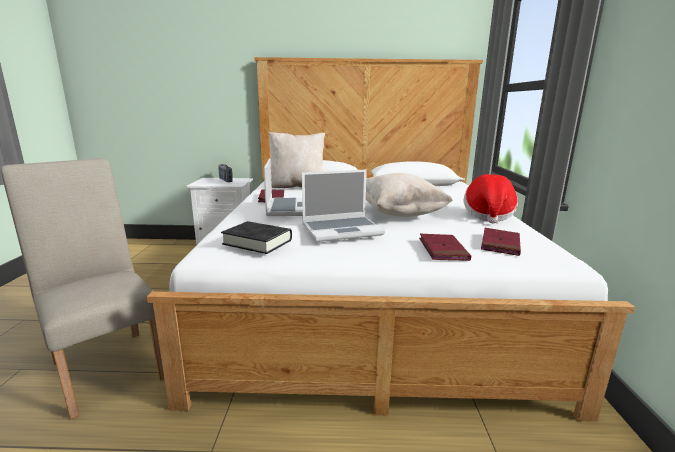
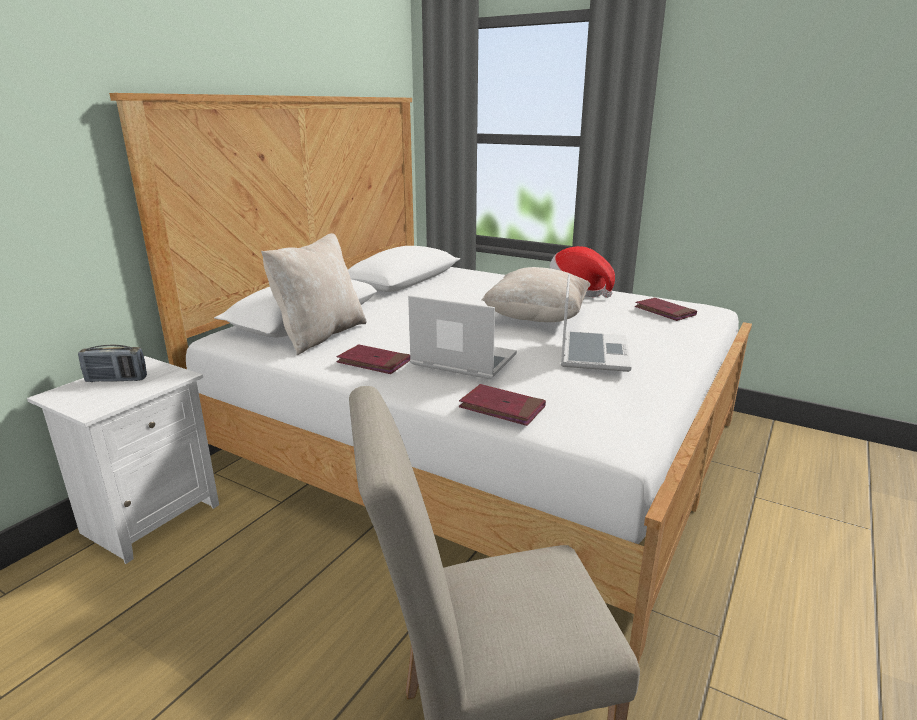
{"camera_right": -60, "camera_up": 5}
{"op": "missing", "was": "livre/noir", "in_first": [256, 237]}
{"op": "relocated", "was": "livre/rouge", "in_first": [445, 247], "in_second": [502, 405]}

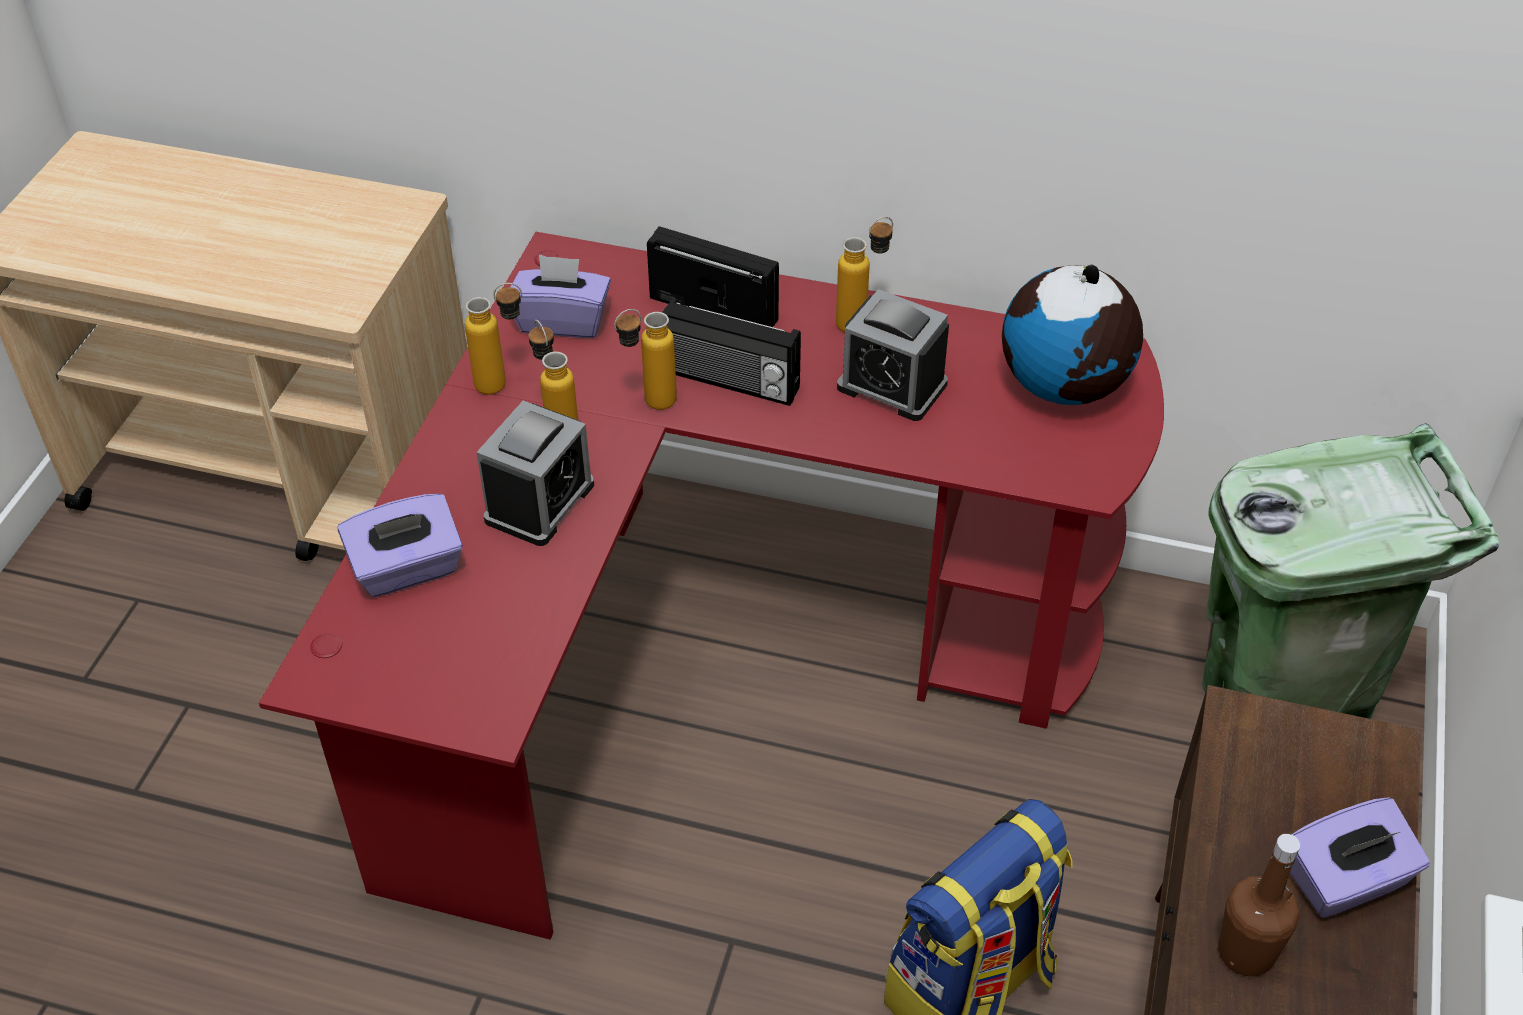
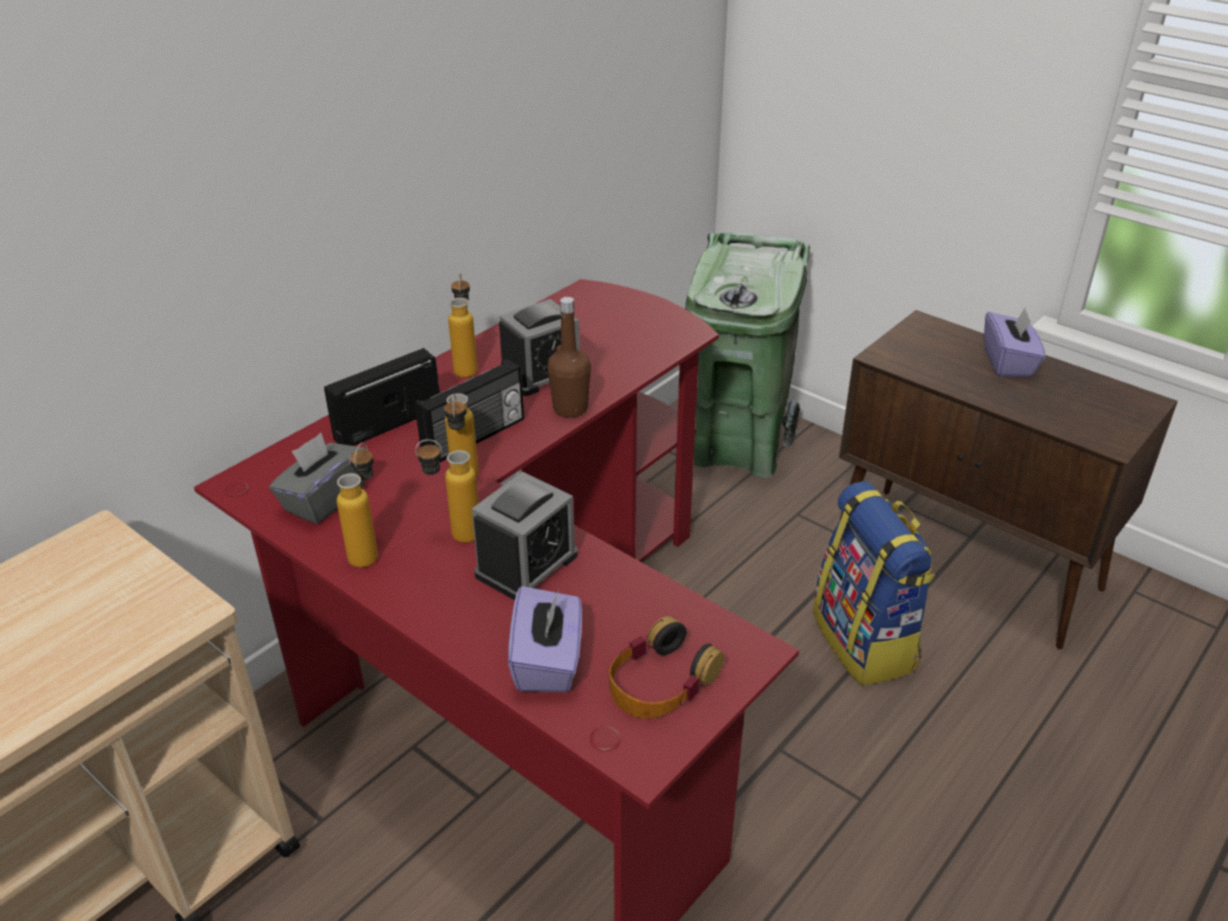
{"camera_right": -65, "camera_up": -10}
{"op": "colour", "was": "boîte à mouchoirs/violet", "now": "boîte à mouchoirs/gris", "in_first": [561, 296], "in_second": [317, 478]}
{"op": "missing", "was": "globe", "in_first": [1072, 334]}
{"op": "spun", "was": "réveil", "in_first": [535, 473], "in_second": [525, 536], "clockwise": 75}
{"op": "relocated", "was": "bouteille/marron", "in_first": [1259, 905], "in_second": [569, 357]}
{"op": "appeared", "now": "casque audio", "in_second": [666, 667]}

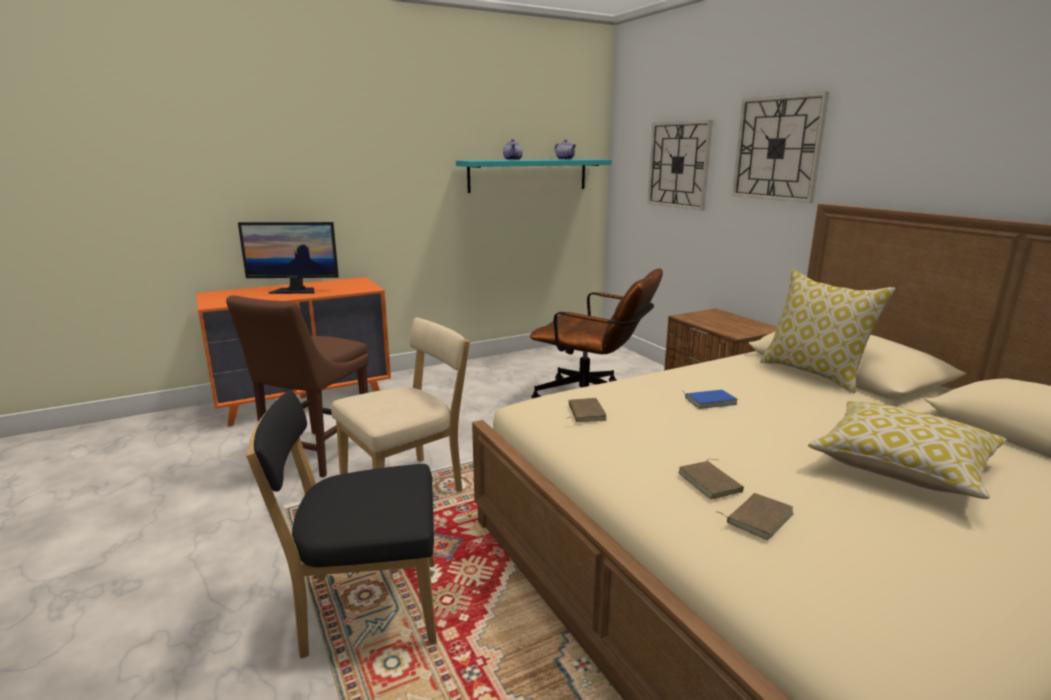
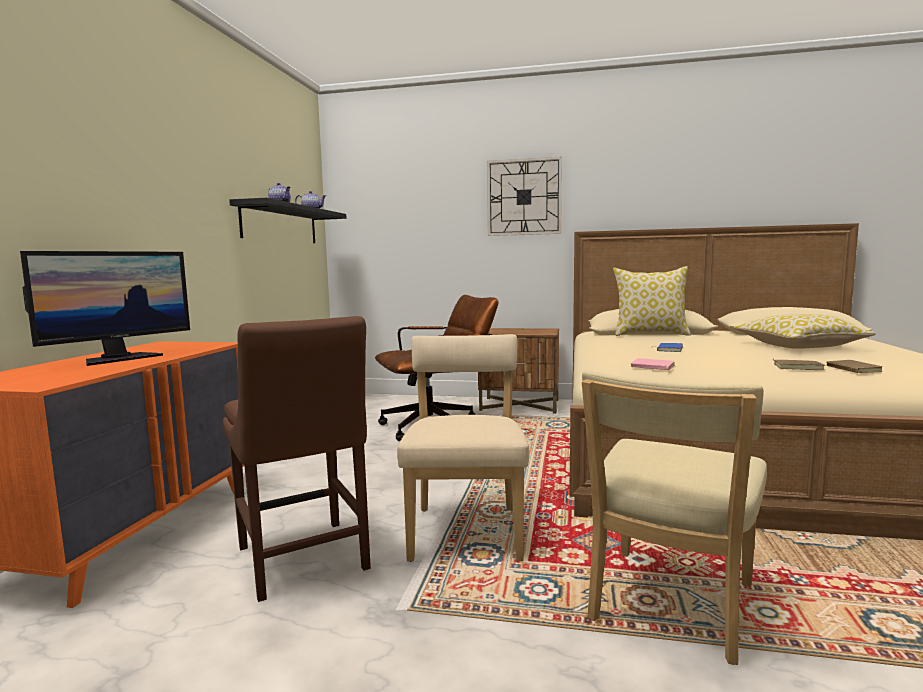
{"camera_right": -50, "camera_up": -10}
{"op": "missing", "was": "horloge murale", "in_first": [680, 165]}
{"op": "colour", "was": "étagère/turquoise", "now": "étagère/noir", "in_first": [534, 176], "in_second": [287, 220]}
{"op": "colour", "was": "chaise/noir", "now": "chaise/beige", "in_first": [341, 524], "in_second": [674, 517]}
{"op": "colour", "was": "livre/marron", "now": "livre/rose", "in_first": [586, 410], "in_second": [653, 364]}

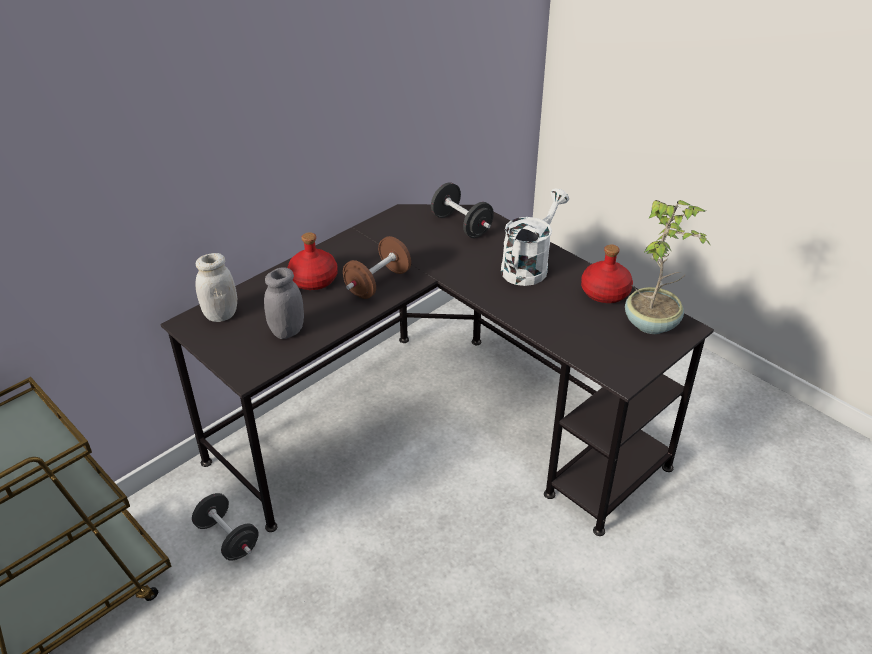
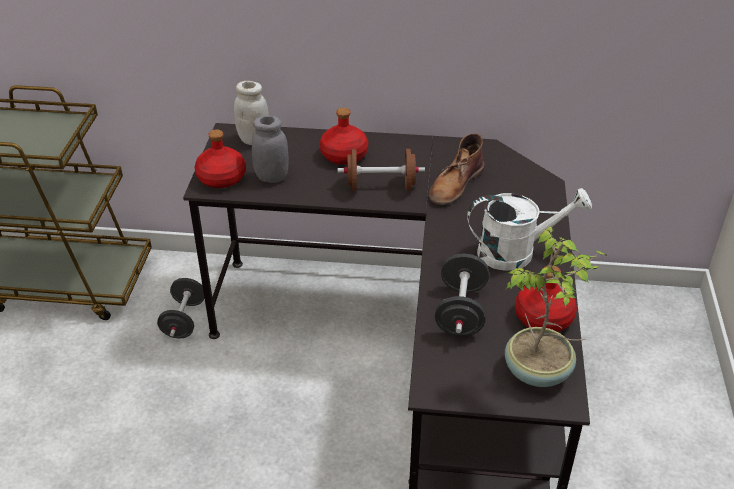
{"camera_right": 50, "camera_up": 0}
{"op": "relocated", "was": "haltère/noir", "in_first": [462, 210], "in_second": [462, 294]}
{"op": "appeared", "now": "bouteille/rouge", "in_second": [220, 158]}
{"op": "appeared", "now": "botte/marron", "in_second": [456, 169]}

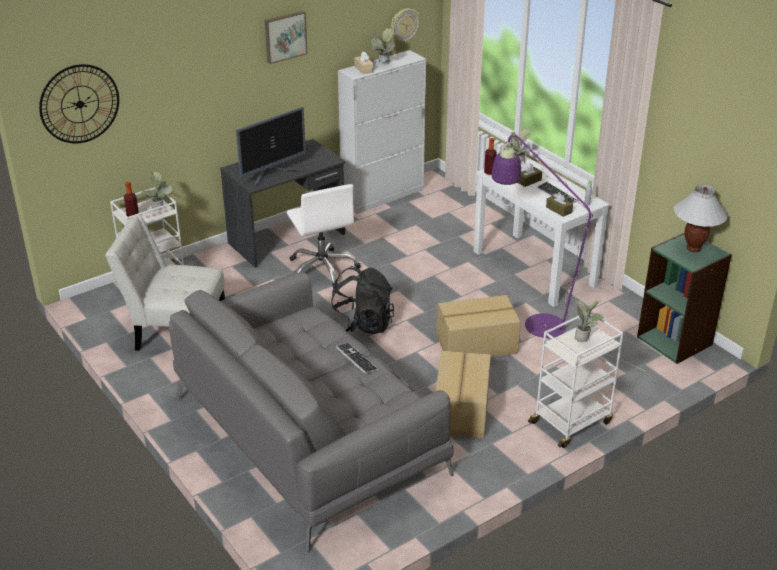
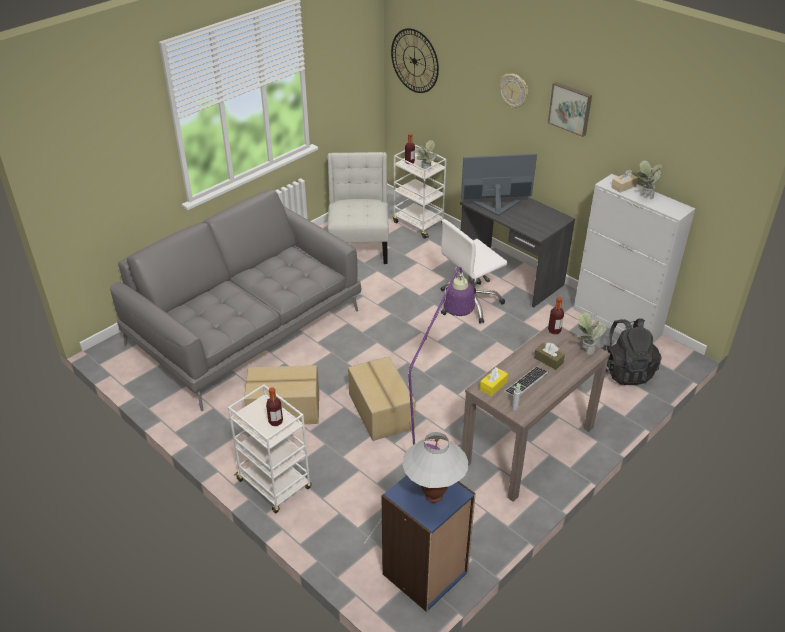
{"camera_right": 80, "camera_up": 5}
{"op": "relocated", "was": "horloge murale", "in_first": [405, 25], "in_second": [514, 91]}
{"op": "spun", "was": "écran d'ordinateur", "in_first": [271, 147], "in_second": [499, 185], "clockwise": 135}
{"op": "colour", "was": "table console/blanc", "now": "table console/marron", "in_first": [541, 231], "in_second": [536, 413]}
{"op": "colour", "was": "boîte à mouchoirs/marron", "now": "boîte à mouchoirs/jaune", "in_first": [559, 204], "in_second": [494, 381]}
{"op": "colour", "was": "bibliothèque/vert", "now": "bibliothèque/bleu", "in_first": [684, 298], "in_second": [428, 543]}
{"op": "relocated", "was": "sac à dos/noir", "in_first": [362, 300], "in_second": [631, 351]}
{"op": "exchanged", "was": "plante en pot", "now": "bouteille", "in_first": [589, 321], "in_second": [274, 406]}
{"op": "missing", "was": "clavier", "in_first": [357, 358]}

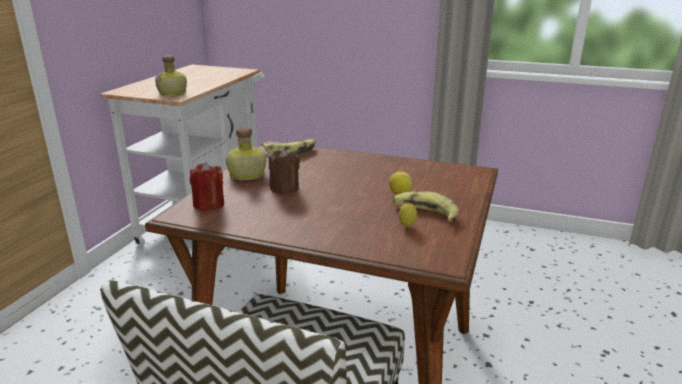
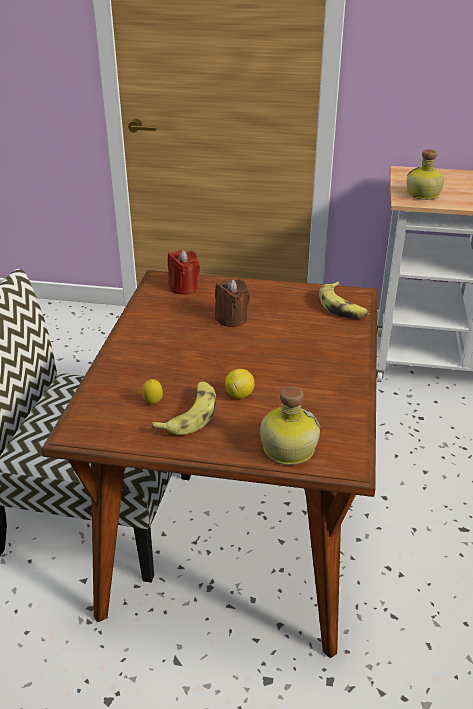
{"camera_right": 80, "camera_up": 10}
{"op": "relocated", "was": "bouteille", "in_first": [246, 153], "in_second": [290, 425]}

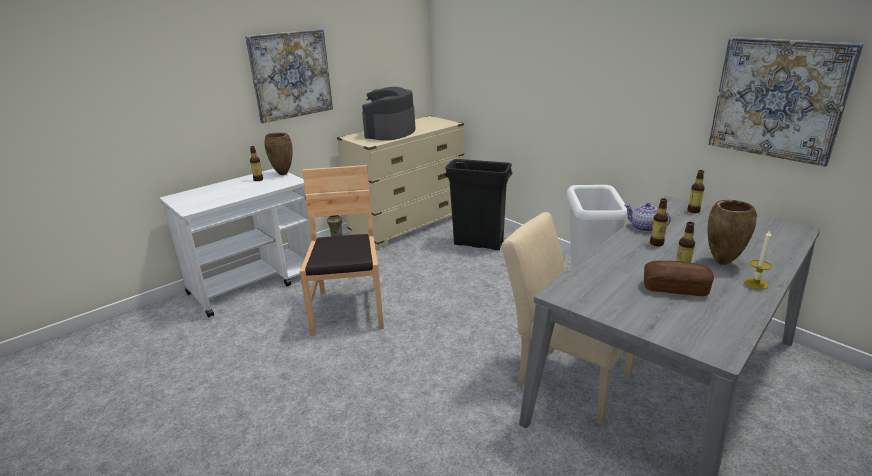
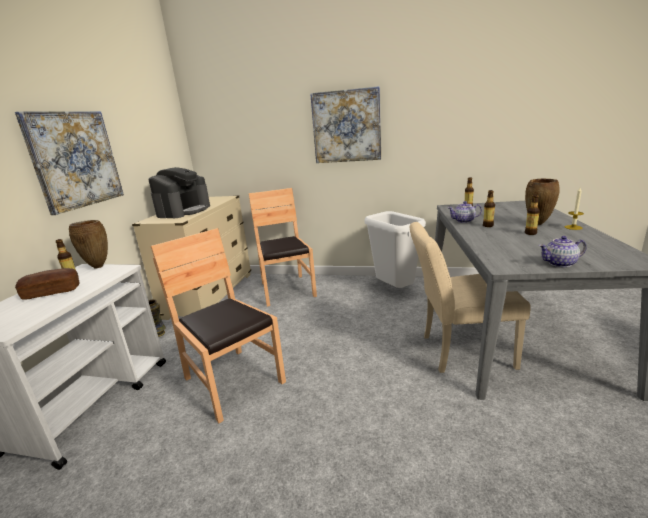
{"camera_right": -35, "camera_up": -5}
{"op": "relocated", "was": "tableau", "in_first": [786, 102], "in_second": [345, 124]}
{"op": "spun", "was": "machine à café", "in_first": [389, 114], "in_second": [179, 192], "clockwise": -150}
{"op": "exchanged", "was": "poubelle/noir", "now": "chaise/marron", "in_first": [479, 204], "in_second": [283, 247]}
{"op": "relocated", "was": "pain", "in_first": [679, 278], "in_second": [47, 284]}
{"op": "appeared", "now": "théière", "in_second": [562, 251]}

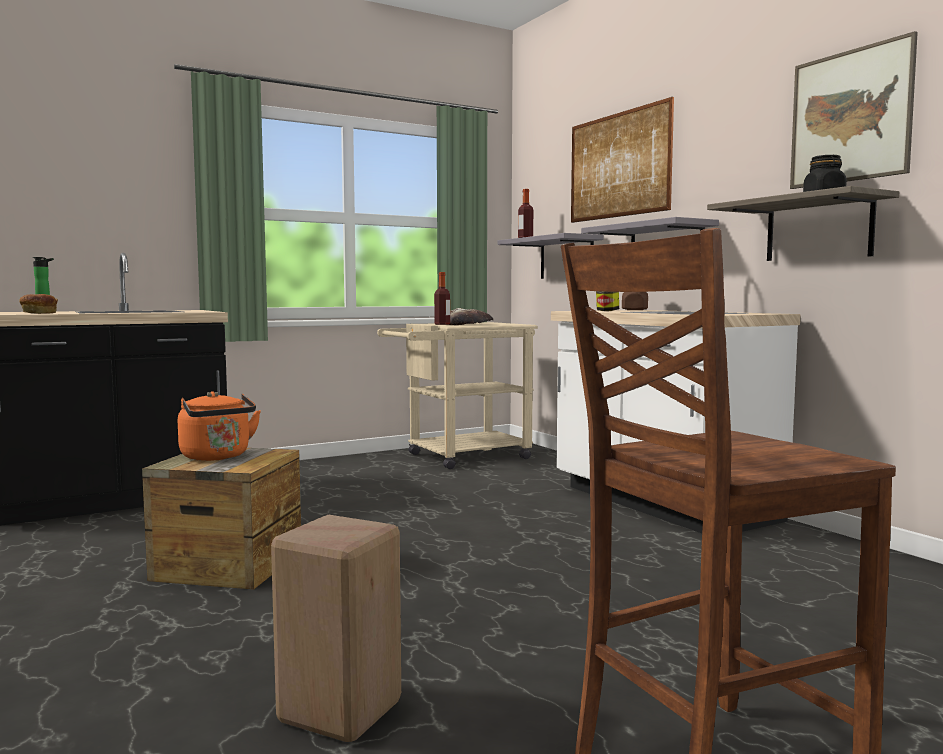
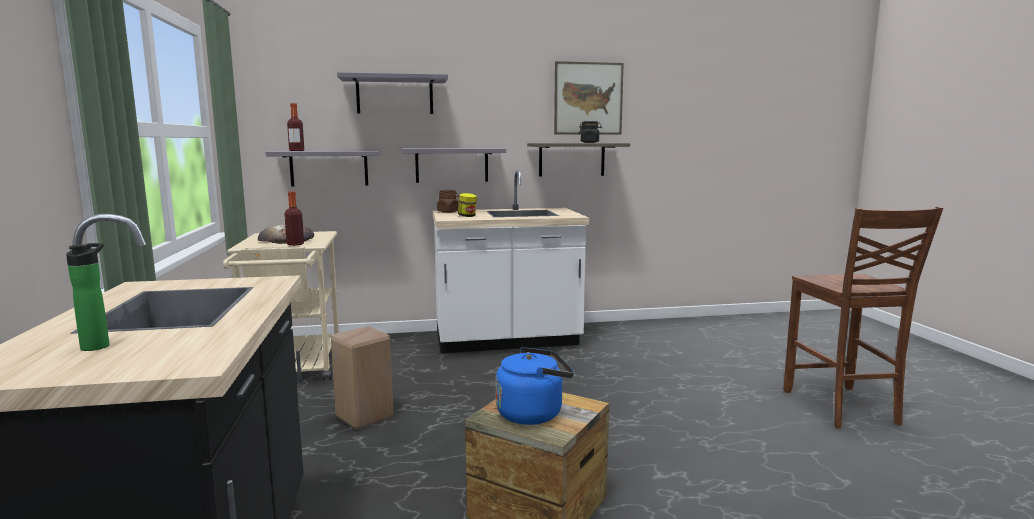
{"camera_right": -70, "camera_up": 5}
{"op": "exchanged", "was": "tableau", "now": "étagère/gris", "in_first": [622, 160], "in_second": [392, 93]}
{"op": "missing", "was": "pain", "in_first": [38, 304]}
{"op": "colour", "was": "bouilloire/orange", "now": "bouilloire/bleu", "in_first": [219, 426], "in_second": [535, 386]}
{"op": "relocated", "was": "tabouret/beige", "in_first": [336, 628], "in_second": [362, 377]}

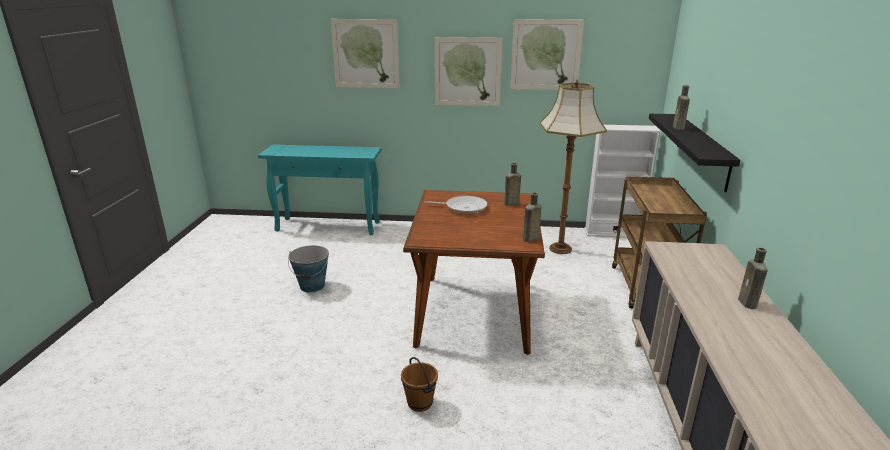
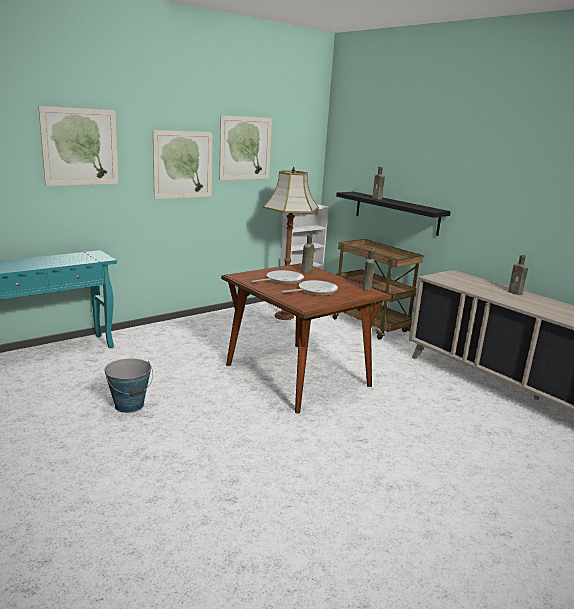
{"camera_right": -45, "camera_up": -5}
{"op": "missing", "was": "seau/marron", "in_first": [419, 384]}
{"op": "appeared", "now": "poêle", "in_second": [309, 288]}

